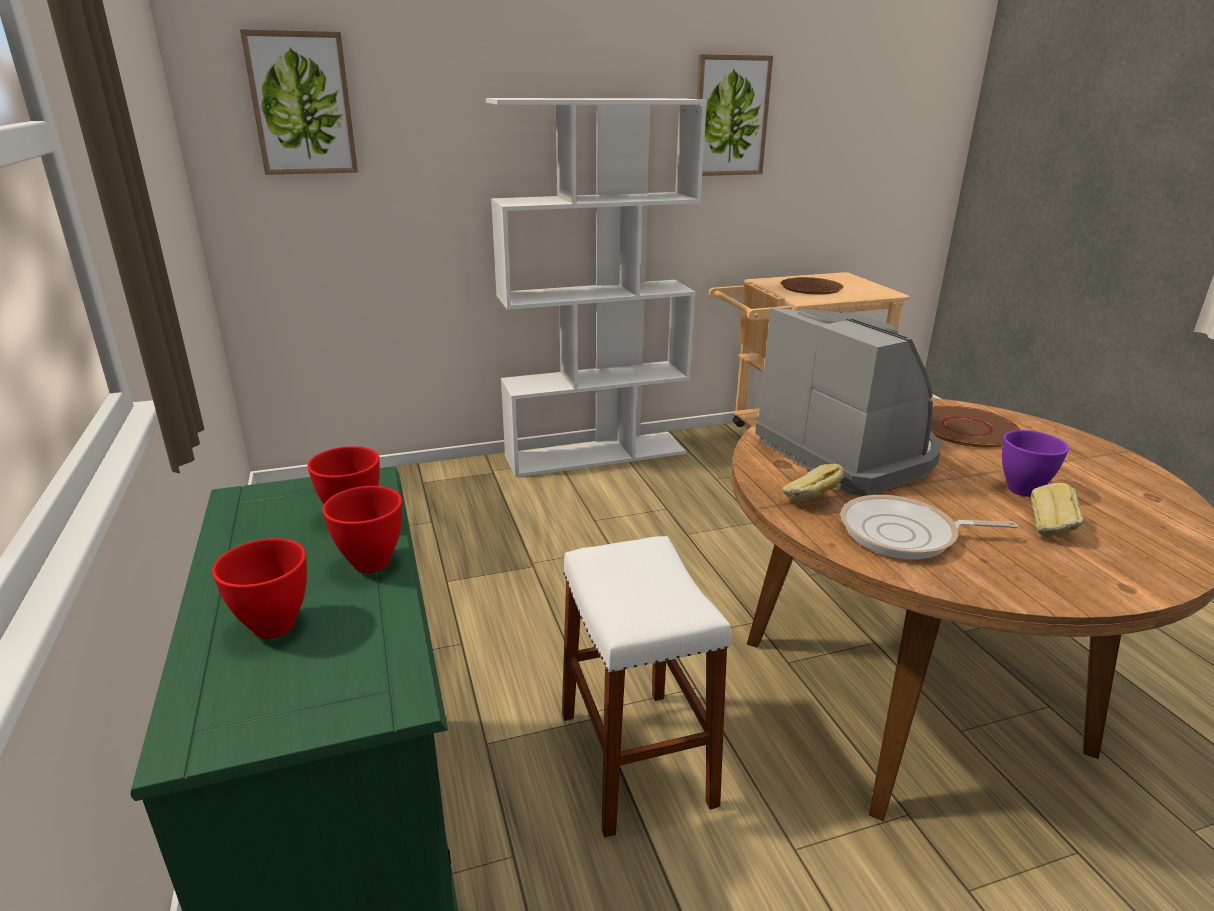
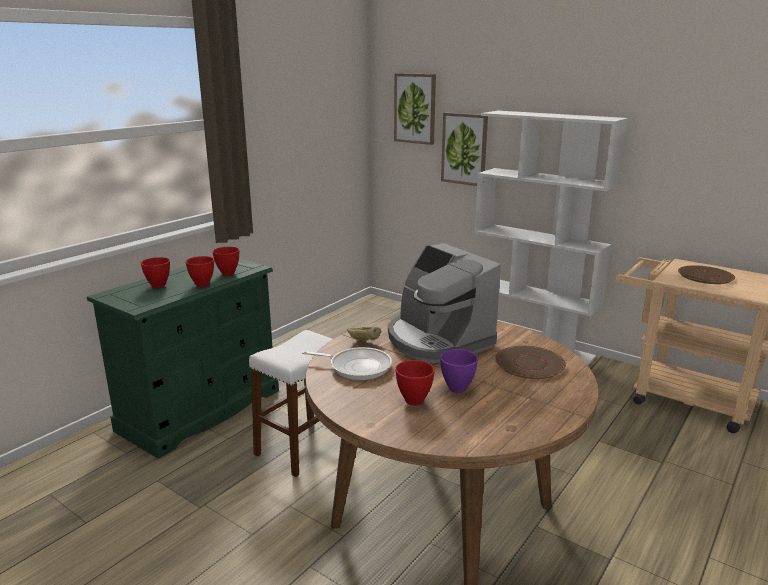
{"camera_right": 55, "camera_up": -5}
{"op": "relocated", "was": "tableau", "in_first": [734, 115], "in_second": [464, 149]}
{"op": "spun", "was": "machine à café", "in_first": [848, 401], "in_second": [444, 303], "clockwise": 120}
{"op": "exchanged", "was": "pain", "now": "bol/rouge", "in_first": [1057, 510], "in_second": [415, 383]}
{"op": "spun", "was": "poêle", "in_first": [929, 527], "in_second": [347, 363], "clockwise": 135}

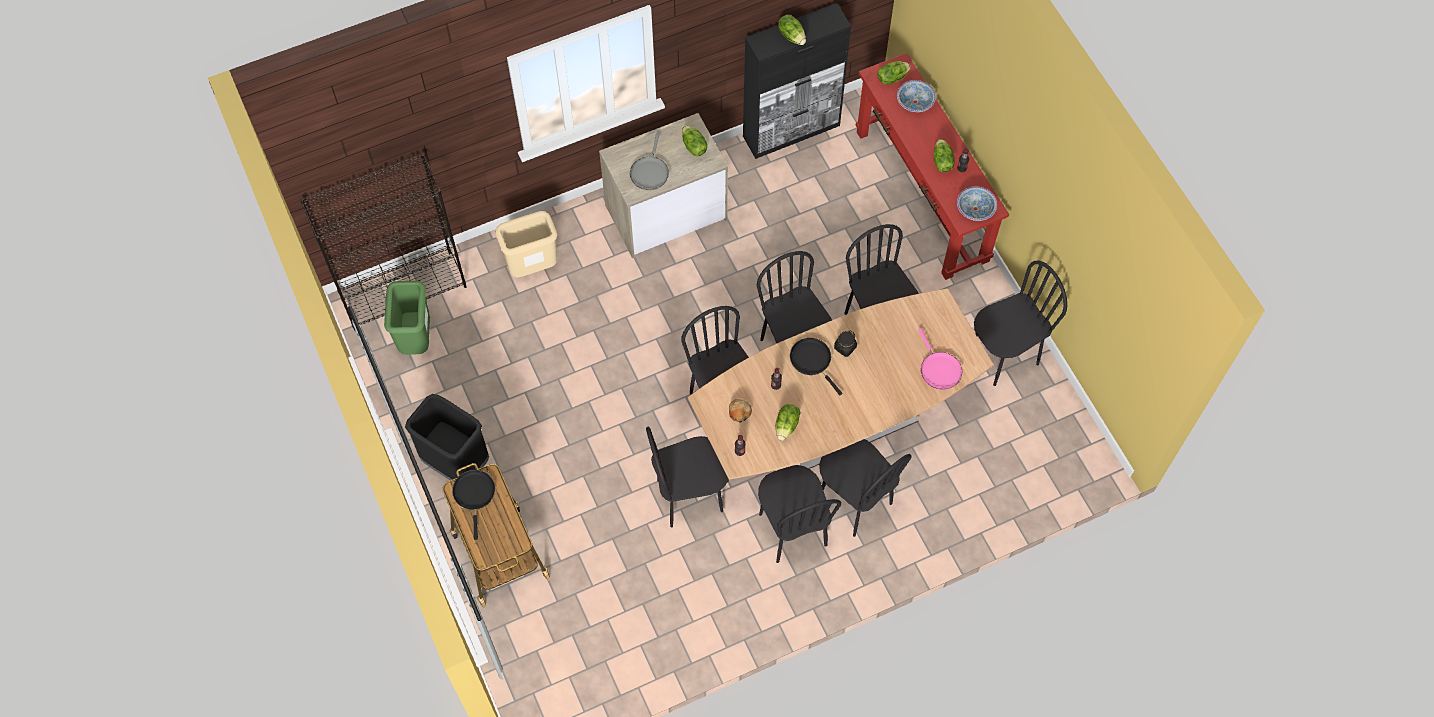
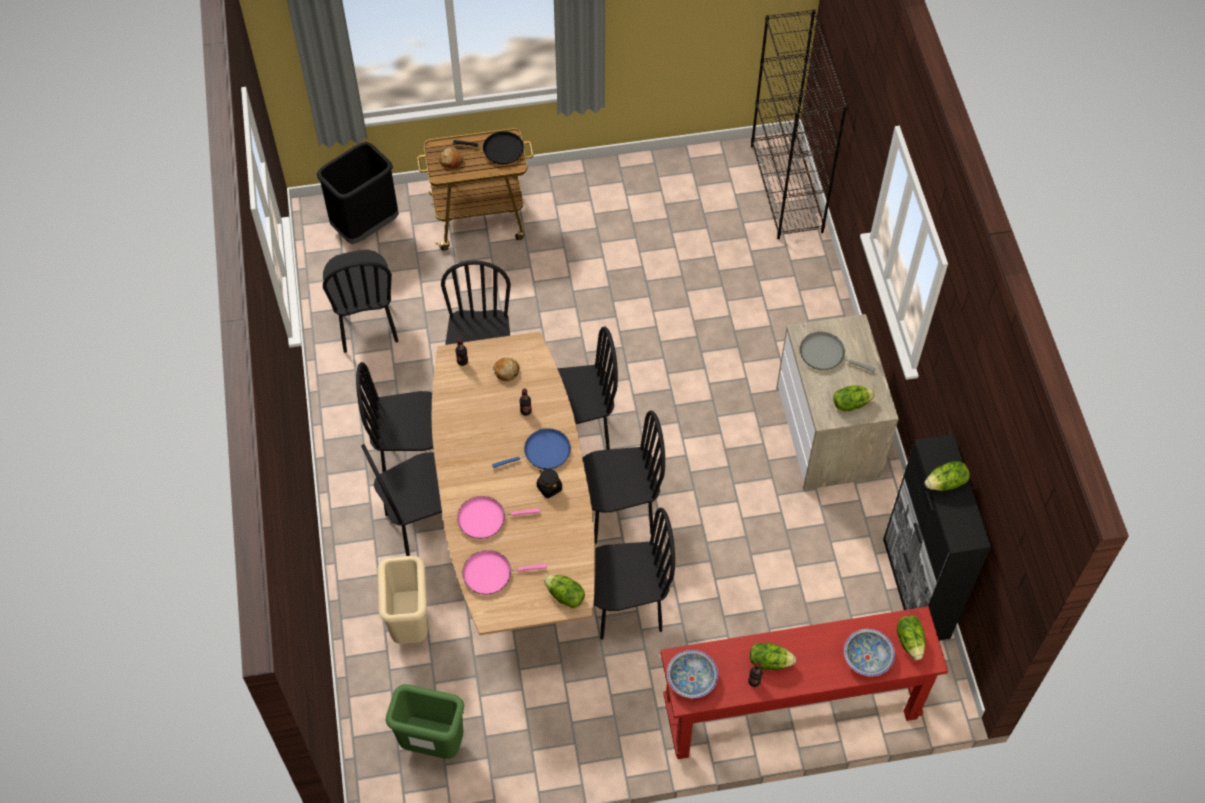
{"camera_right": 105, "camera_up": -5}
{"op": "relocated", "was": "poubelle/beige", "in_first": [526, 244], "in_second": [402, 600]}
{"op": "relocated", "was": "chaise/noir", "in_first": [1020, 323], "in_second": [361, 301]}
{"op": "relocated", "was": "poubelle/vert", "in_first": [407, 318], "in_second": [424, 721]}
{"op": "colour", "was": "poêle/noir", "now": "poêle/bleu", "in_first": [816, 367], "in_second": [531, 448]}
{"op": "relocated", "was": "poubelle/noir", "in_first": [447, 437], "in_second": [358, 193]}
{"op": "relocated", "was": "laitue", "in_first": [788, 422], "in_second": [564, 591]}
{"op": "appeared", "now": "pain", "in_second": [451, 158]}
{"op": "appeared", "now": "poêle/rose", "in_second": [498, 517]}

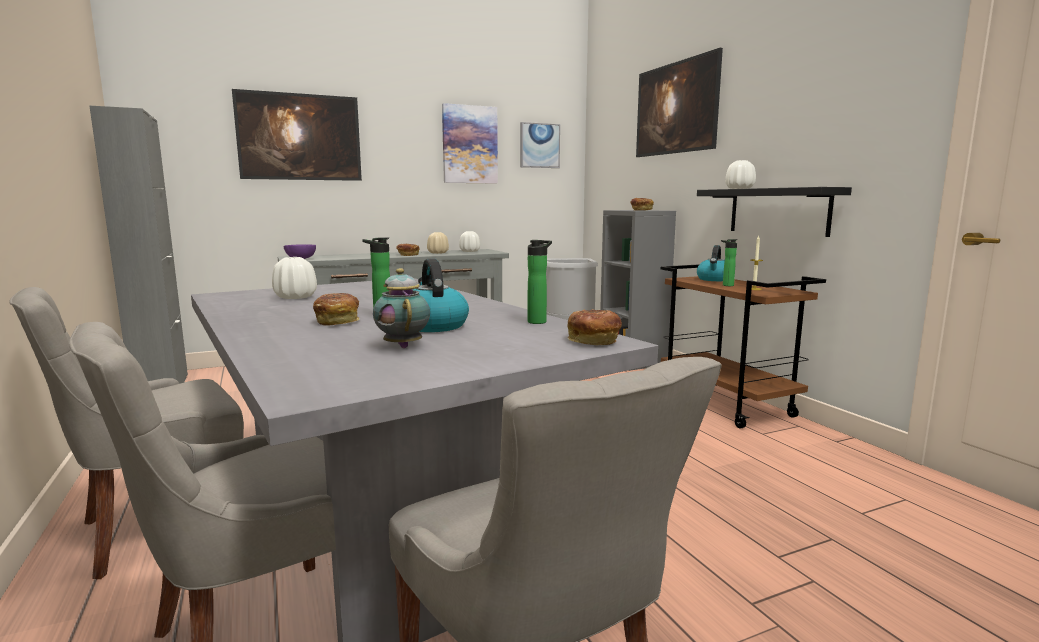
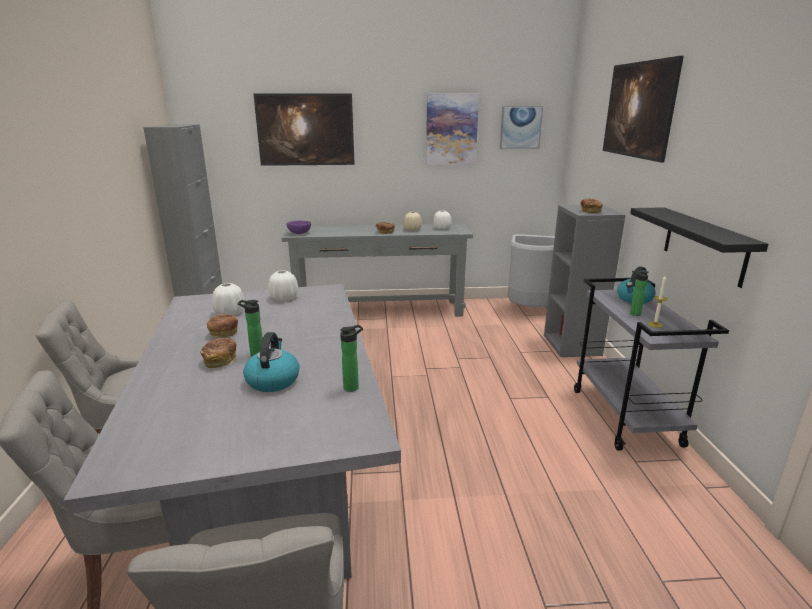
{"camera_right": 20, "camera_up": 10}
{"op": "relocated", "was": "vase/blanc", "in_first": [740, 174], "in_second": [283, 285]}
{"op": "colour", "was": "chariot/marron", "now": "chariot/gris", "in_first": [743, 346], "in_second": [651, 364]}
{"op": "missing", "was": "théière", "in_first": [401, 308]}
{"op": "relocated", "was": "pain", "in_first": [594, 327], "in_second": [222, 325]}

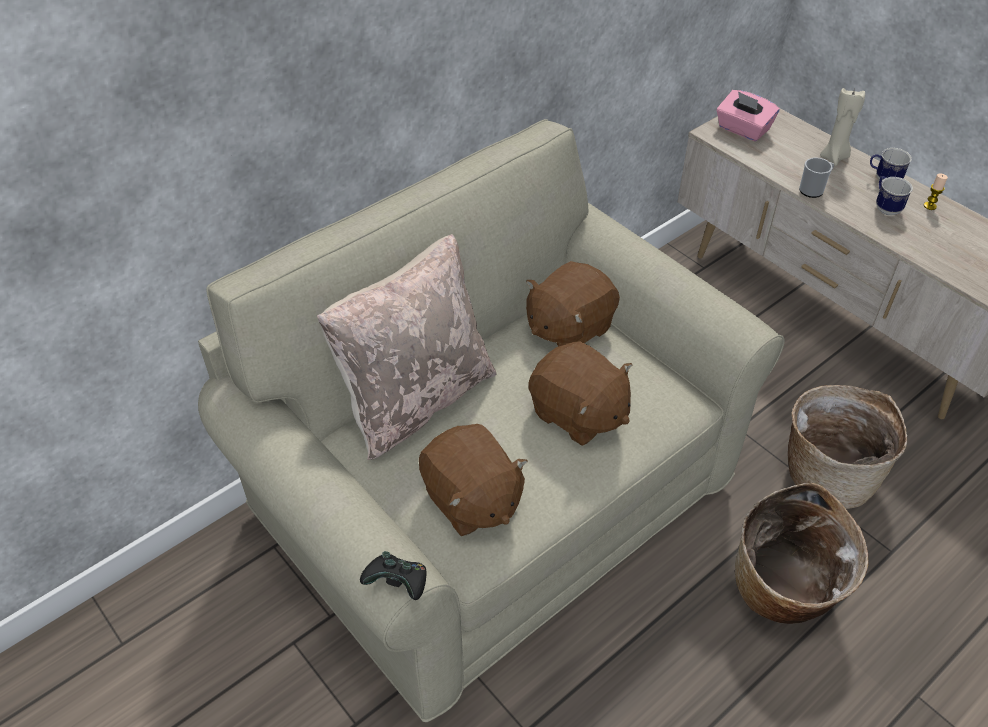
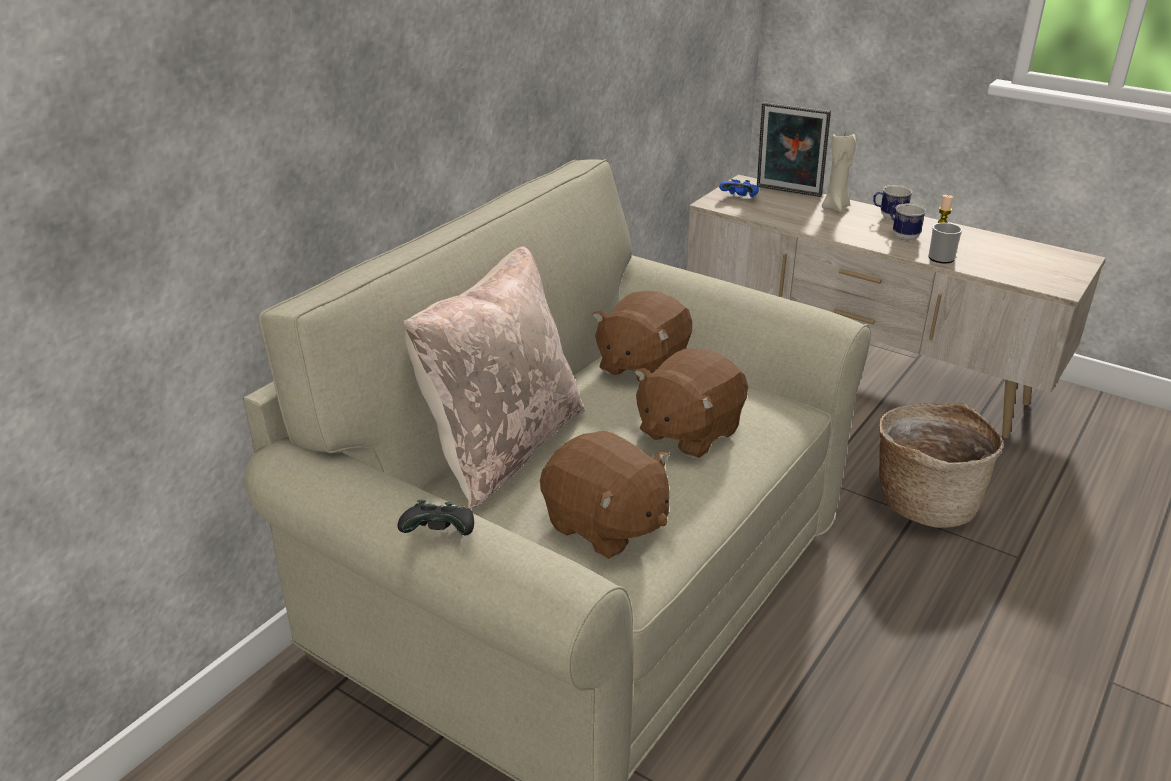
{"camera_right": -15, "camera_up": -15}
{"op": "exchanged", "was": "boîte à mouchoirs/rose", "now": "manette/bleu", "in_first": [748, 115], "in_second": [739, 188]}
{"op": "relocated", "was": "mug", "in_first": [816, 178], "in_second": [945, 243]}
{"op": "spun", "was": "peluche/marron", "in_first": [580, 393], "in_second": [691, 403], "clockwise": 105}
{"op": "missing", "was": "panier", "in_first": [802, 553]}
{"op": "relocated", "was": "manette/noir", "in_first": [393, 575], "in_second": [435, 517]}
{"op": "appeared", "now": "cadre photo", "in_second": [794, 149]}

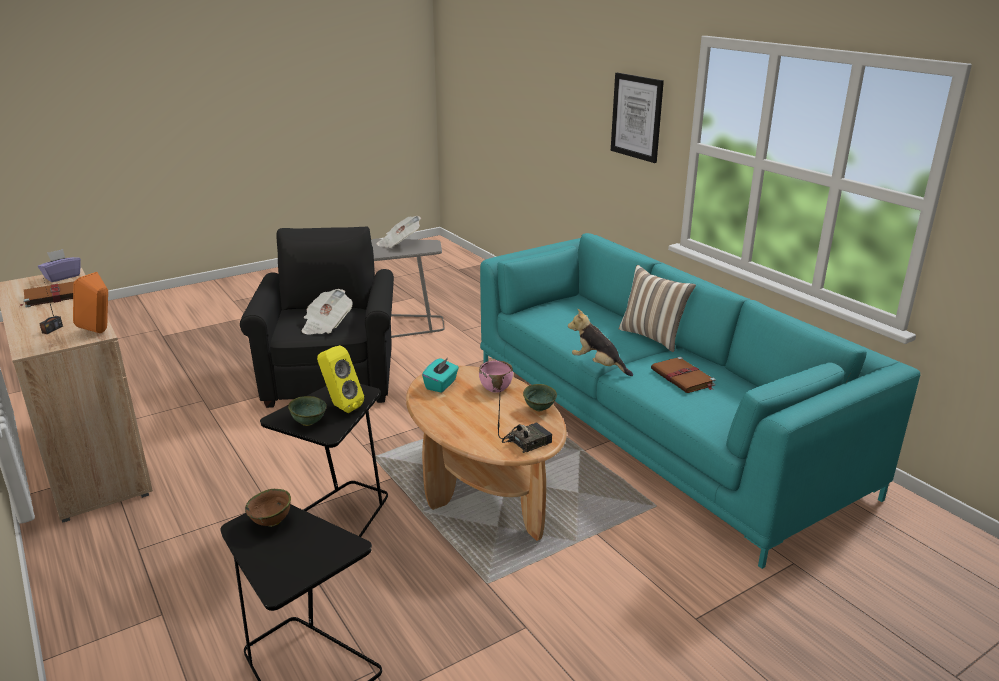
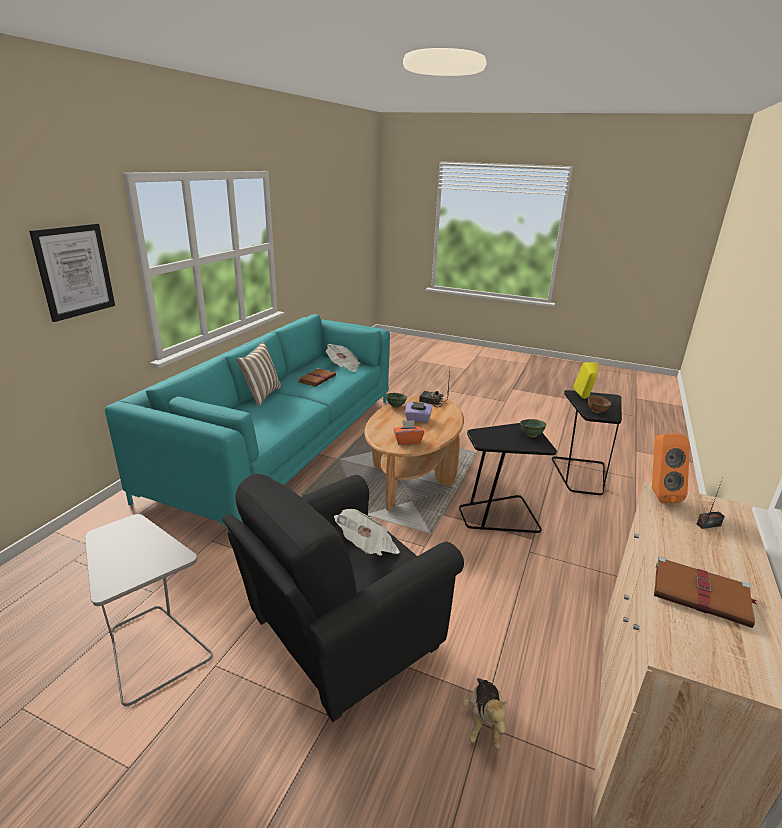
{"camera_right": -125, "camera_up": 0}
{"op": "relocated", "was": "journal", "in_first": [398, 232], "in_second": [343, 358]}
{"op": "relocated", "was": "boîte à mouchoirs/violet", "in_first": [59, 265], "in_second": [418, 412]}
{"op": "relocated", "was": "peluche", "in_first": [600, 342], "in_second": [485, 713]}
{"op": "relocated", "was": "enceinte/jaune", "in_first": [340, 379], "in_second": [586, 380]}
{"op": "colour", "was": "boîte à mouchoirs/turquoise", "now": "boîte à mouchoirs/orange", "in_first": [440, 375], "in_second": [409, 432]}
{"op": "missing", "was": "bol/rose", "in_first": [496, 376]}

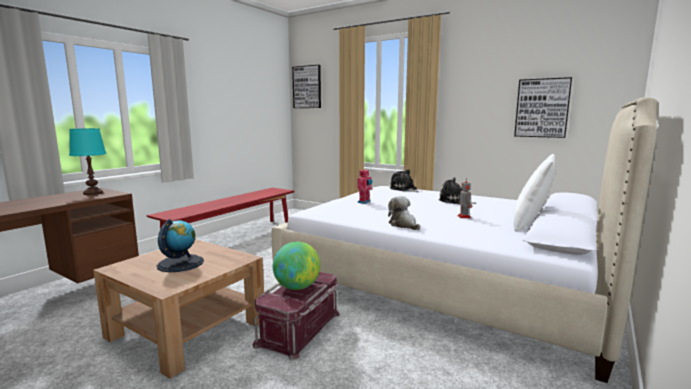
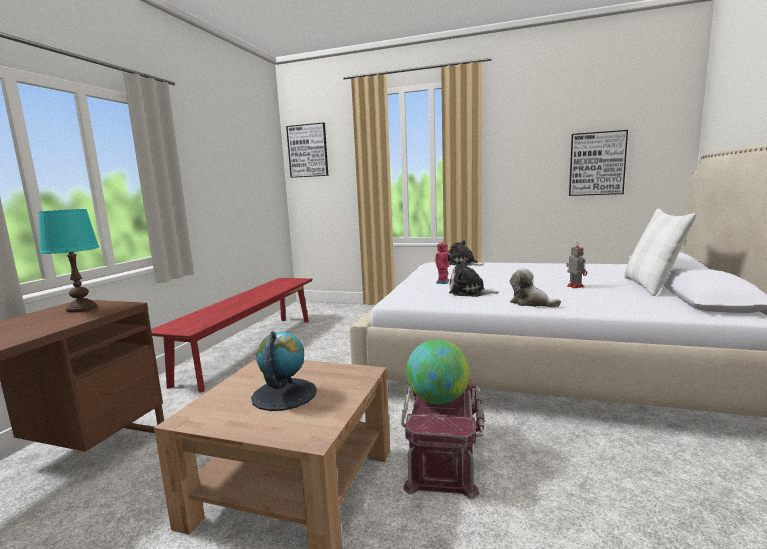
{"camera_right": -15, "camera_up": 0}
{"op": "relocated", "was": "peluche", "in_first": [457, 190], "in_second": [474, 278]}

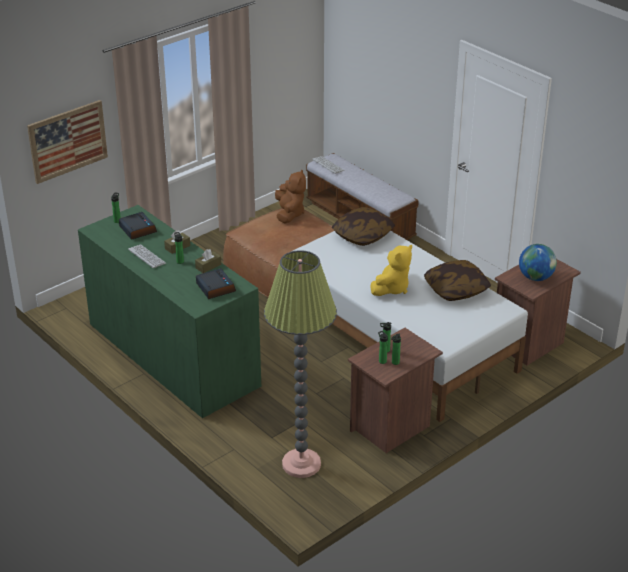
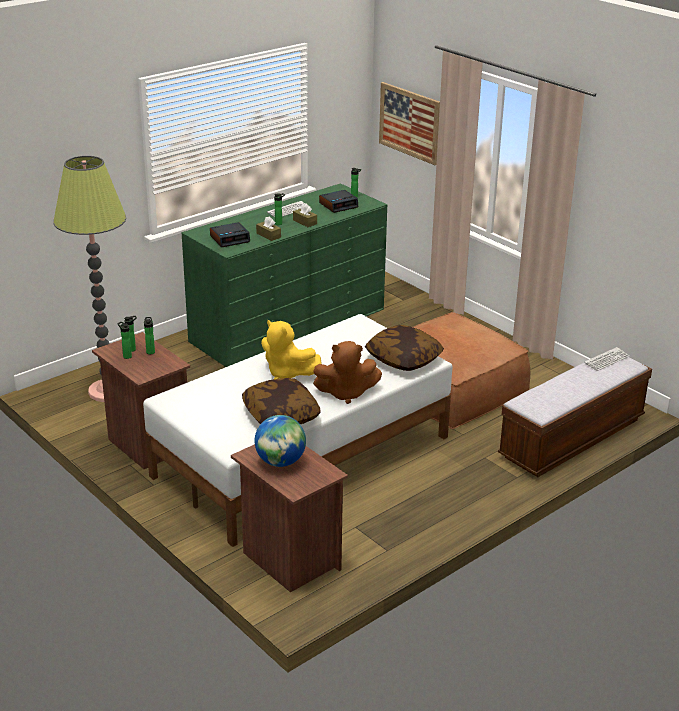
{"camera_right": 90, "camera_up": -5}
{"op": "relocated", "was": "peluche/marron", "in_first": [290, 196], "in_second": [347, 372]}

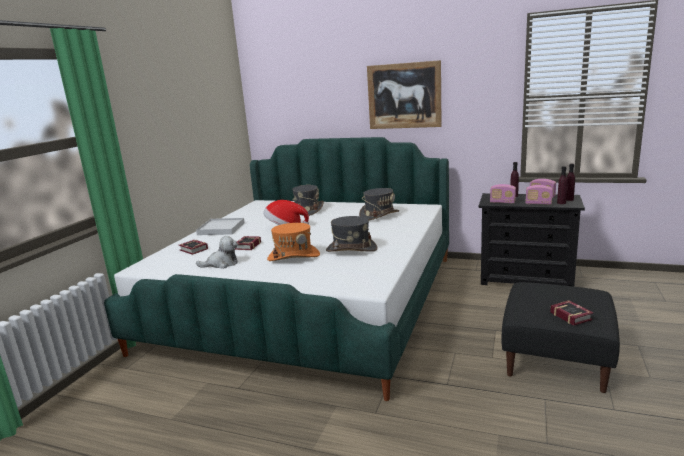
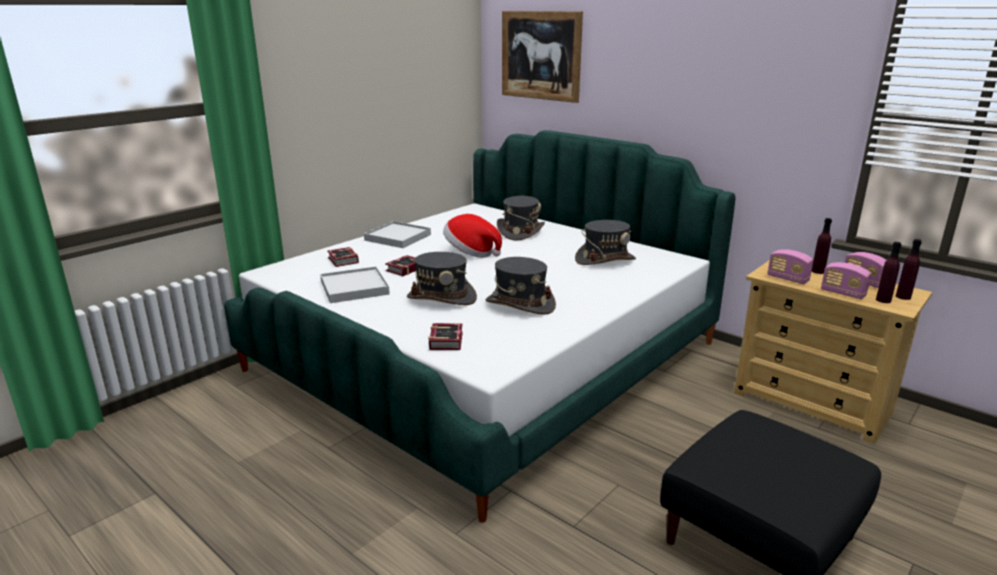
{"camera_right": 20, "camera_up": 5}
{"op": "relocated", "was": "tableau", "in_first": [404, 94], "in_second": [542, 57]}
{"op": "colour", "was": "commode/noir", "now": "commode/beige", "in_first": [532, 240], "in_second": [833, 352]}
{"op": "colour", "was": "chapeau/orange", "now": "chapeau/gris", "in_first": [293, 242], "in_second": [442, 278]}
{"op": "exchanged", "was": "peluche", "now": "plateau/blanc", "in_first": [217, 252], "in_second": [355, 285]}
{"op": "relocated", "was": "livre", "in_first": [571, 312], "in_second": [446, 336]}

